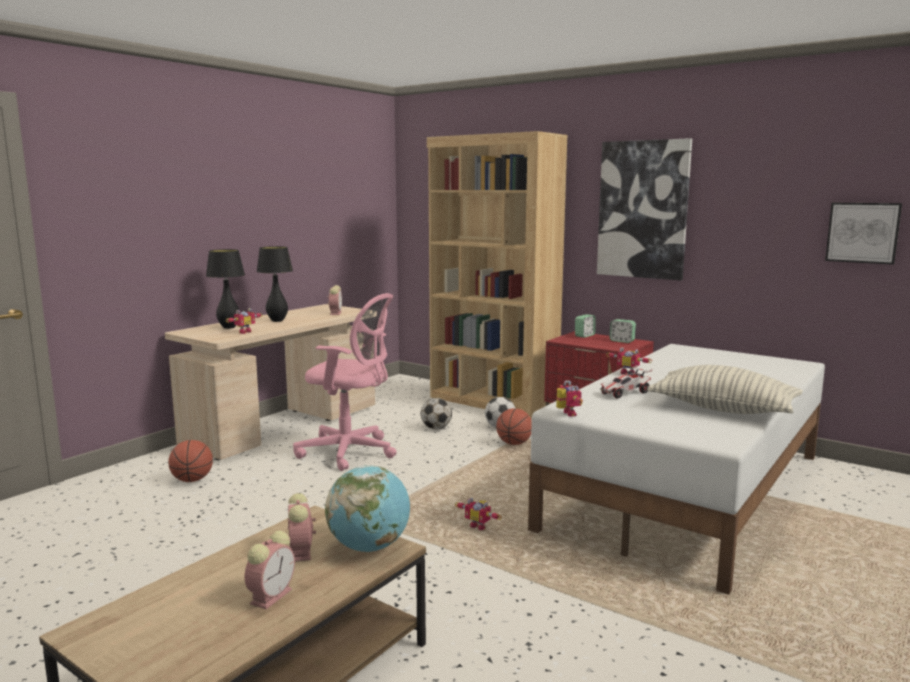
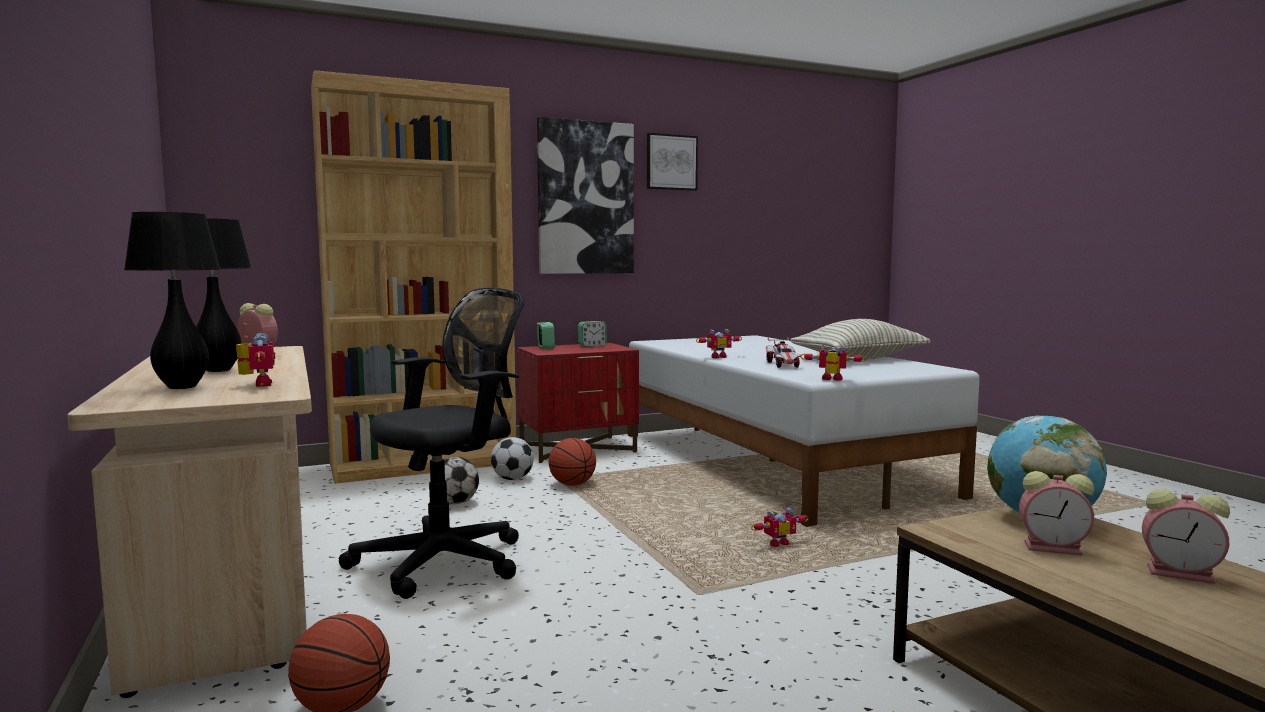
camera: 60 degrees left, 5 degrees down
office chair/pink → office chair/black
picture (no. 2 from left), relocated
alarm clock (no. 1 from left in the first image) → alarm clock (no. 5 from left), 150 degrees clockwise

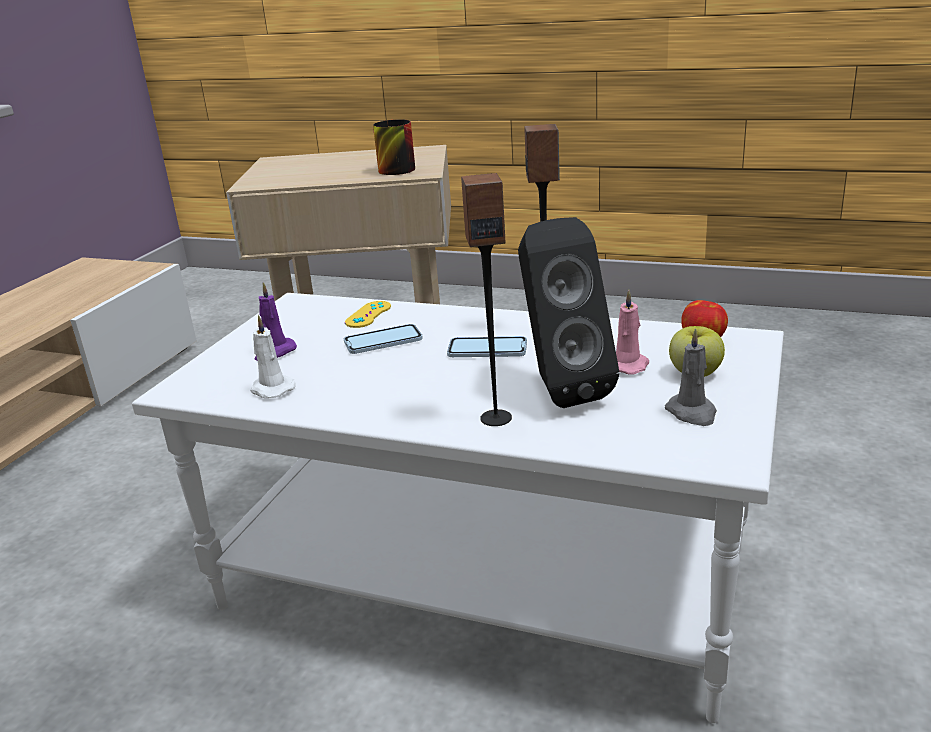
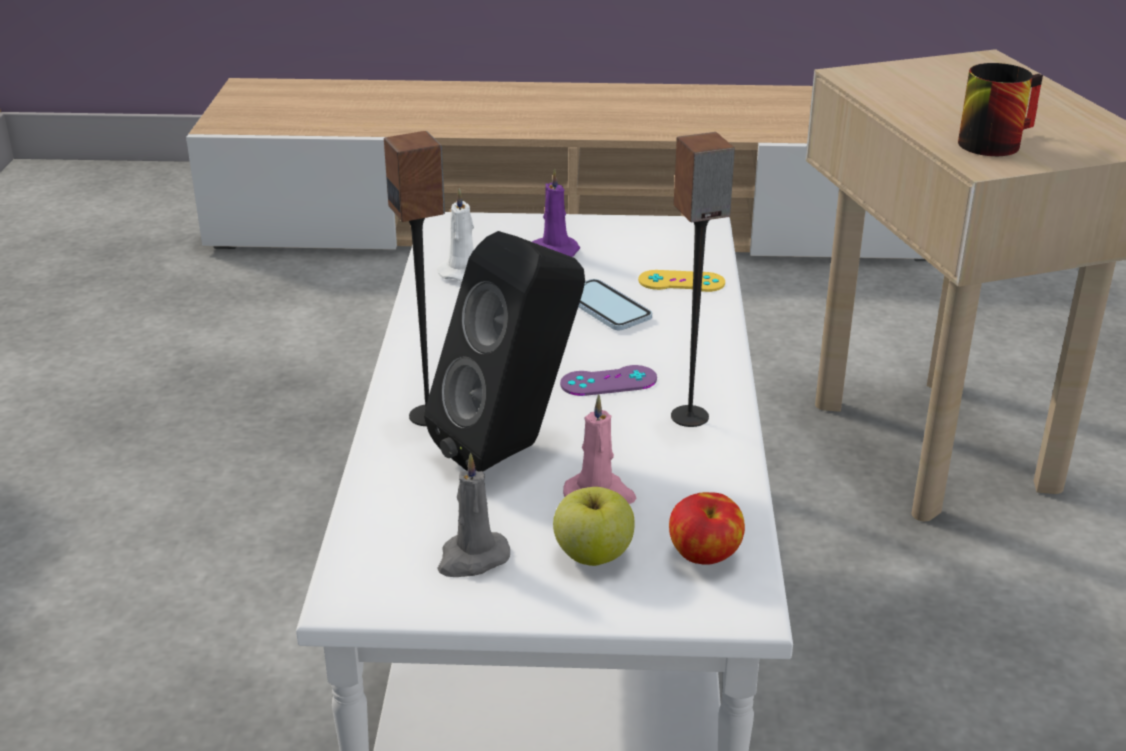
camera: 70 degrees right, 5 degrees up
phone (no. 2 from left) → game controller/purple

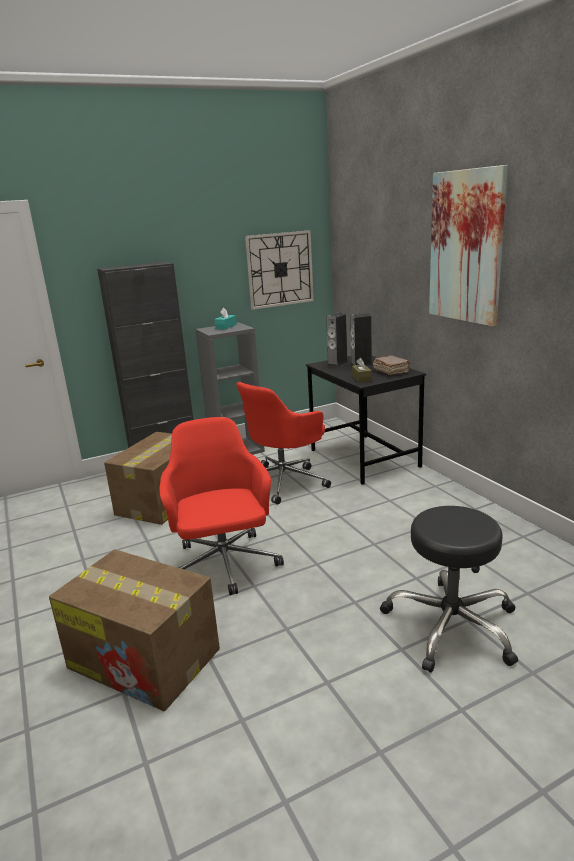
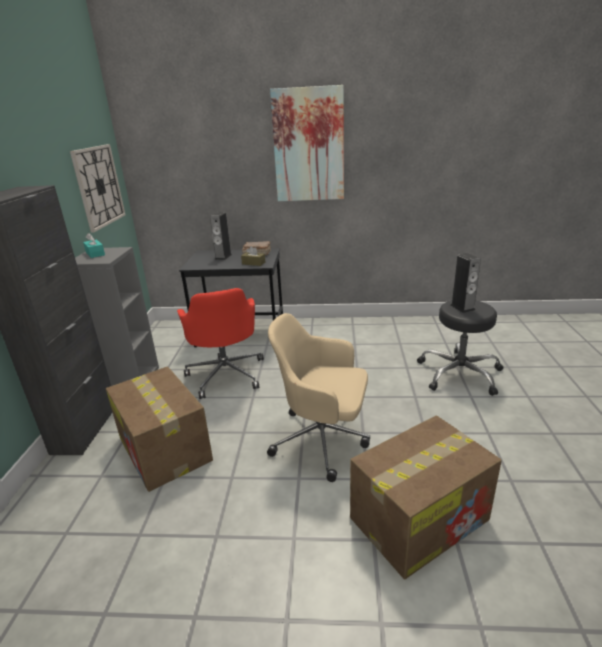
camera: 60 degrees left, 5 degrees up
office chair/red (no. 1 from left) → office chair/beige
speaker (no. 1 from left in the first image) → speaker (no. 2 from left), relocated

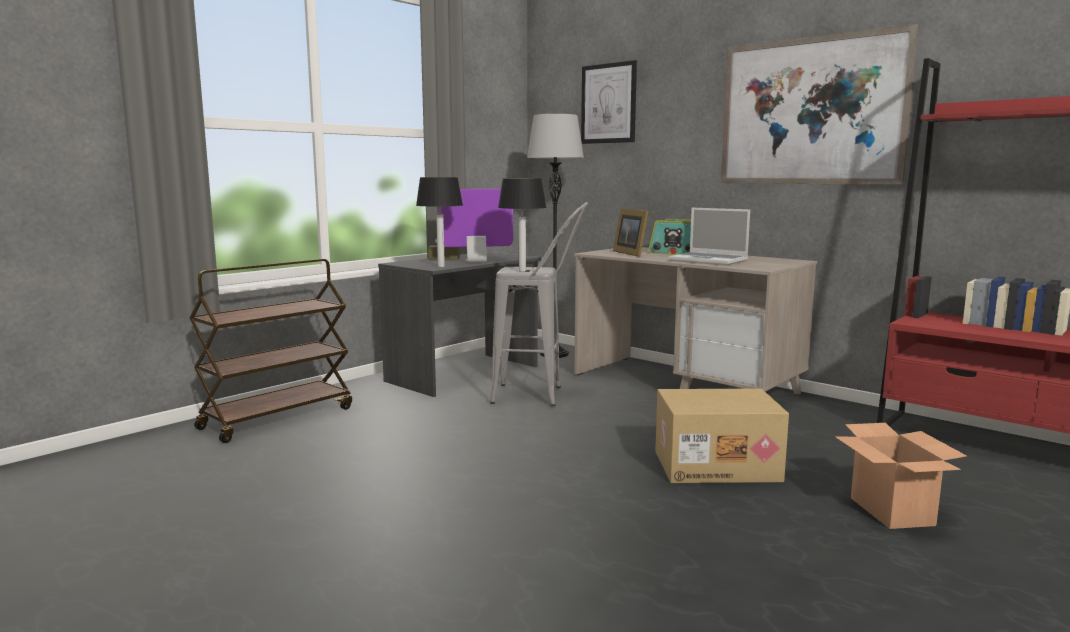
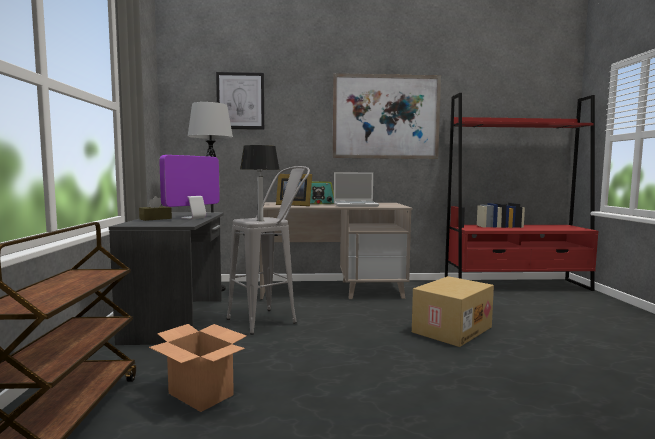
camera: 45 degrees left, 5 degrees down
cardboard box (no. 2 from left in the first image) → cardboard box (no. 1 from left), relocated
table lamp (no. 1 from left) → -

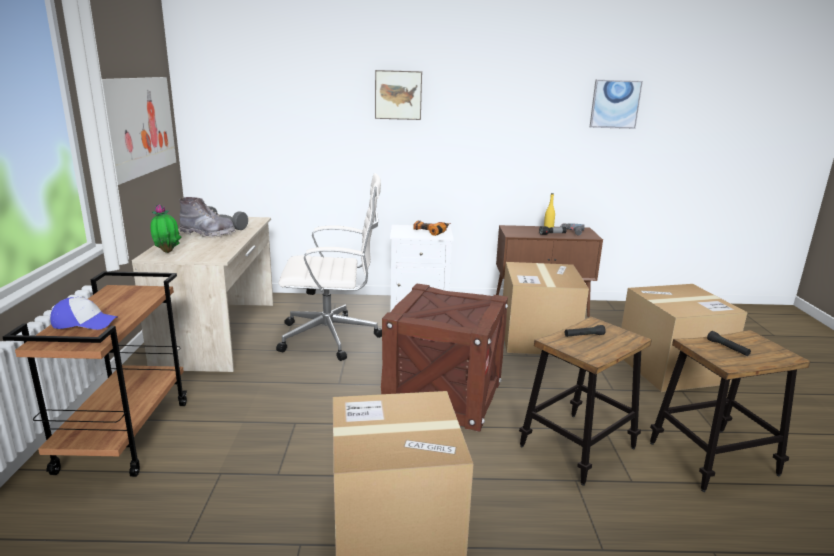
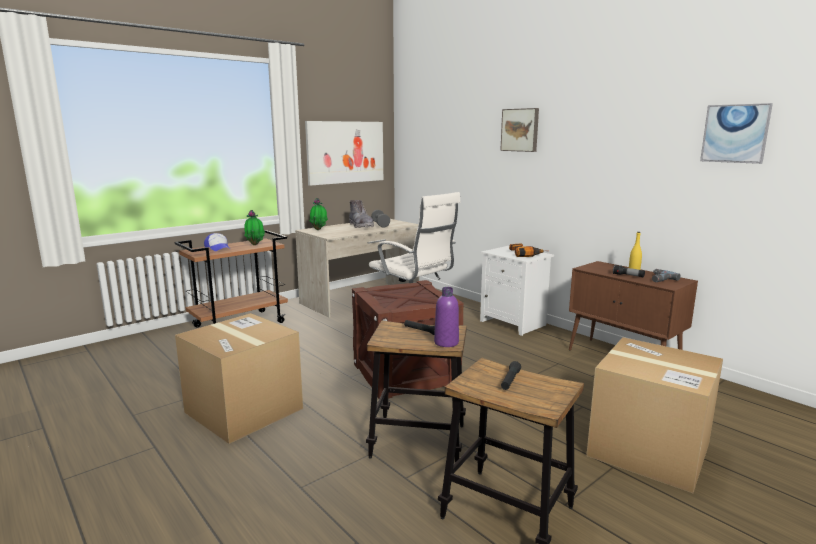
camera: 50 degrees right, 5 degrees down
- → potted plant (no. 1 from left)
- → bottle/purple
cardboard box (no. 2 from left) → -

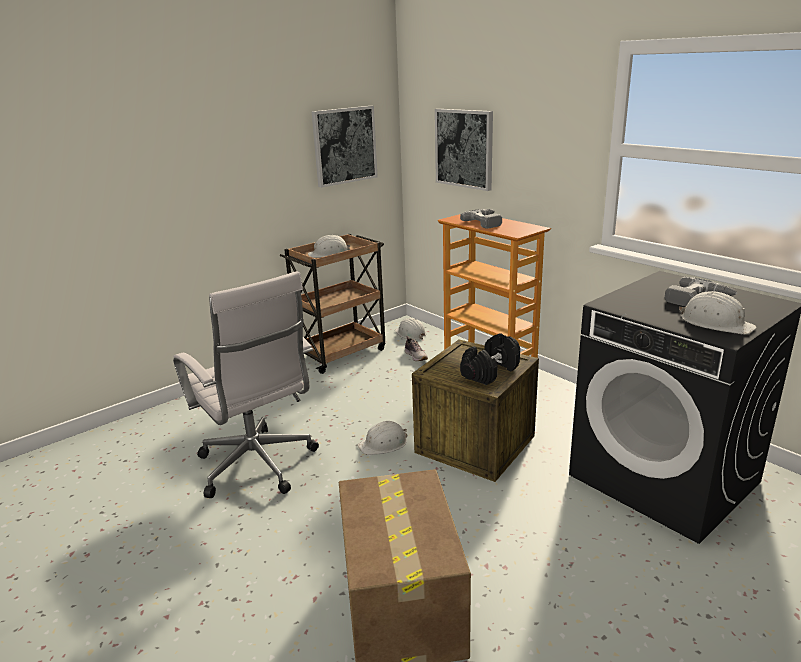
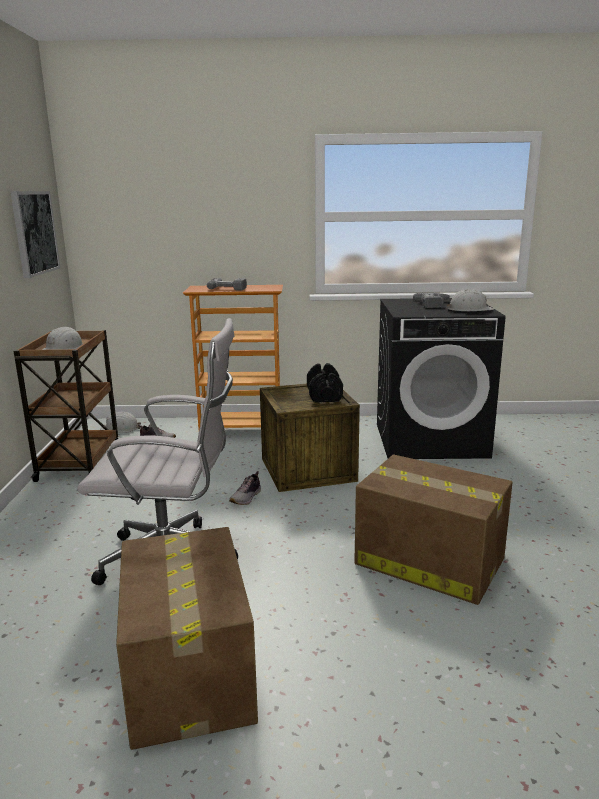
camera: 50 degrees left, 5 degrees down
- → cardboard box (no. 1 from left)
hard hat/white (no. 2 from left) → shoe (no. 2 from left)
picture (no. 2 from left) → -

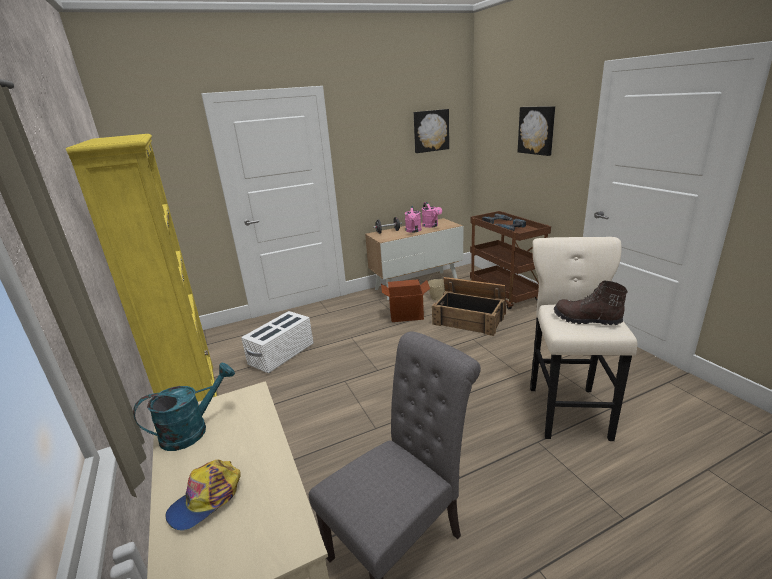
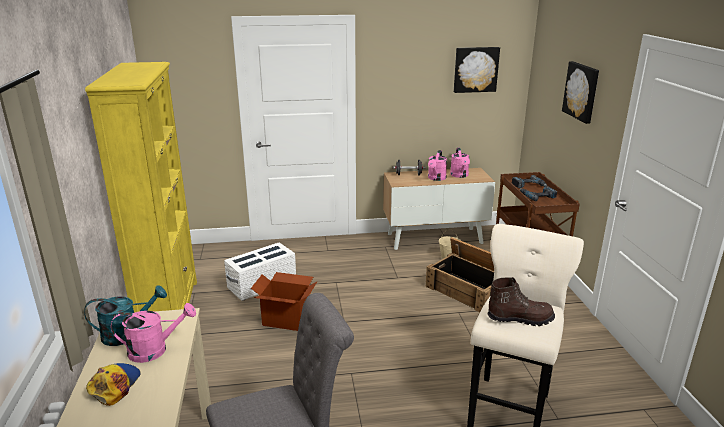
camera: 15 degrees right, 0 degrees up
cap, 135 degrees clockwise
- → watering can/pink (no. 1 from left)
cardboard box, relocated
boot/brown, 135 degrees clockwise

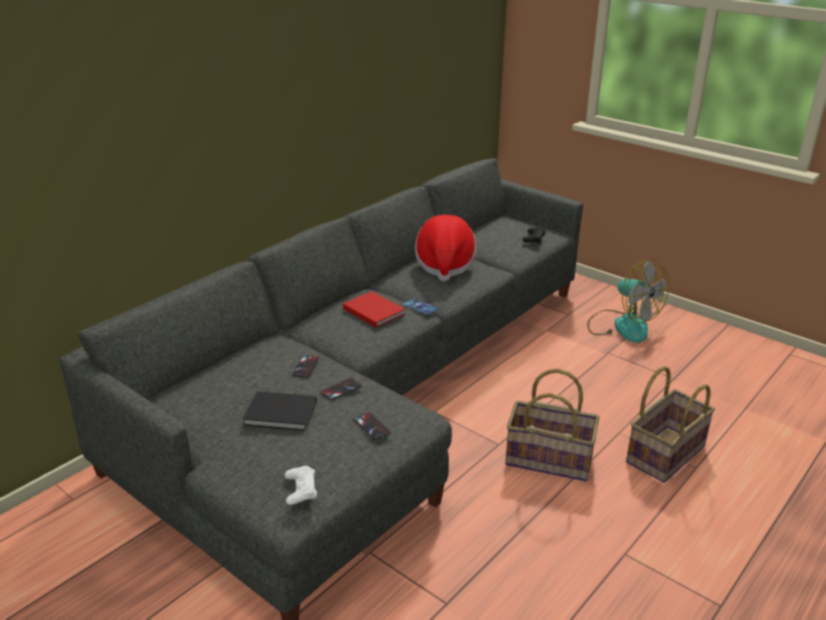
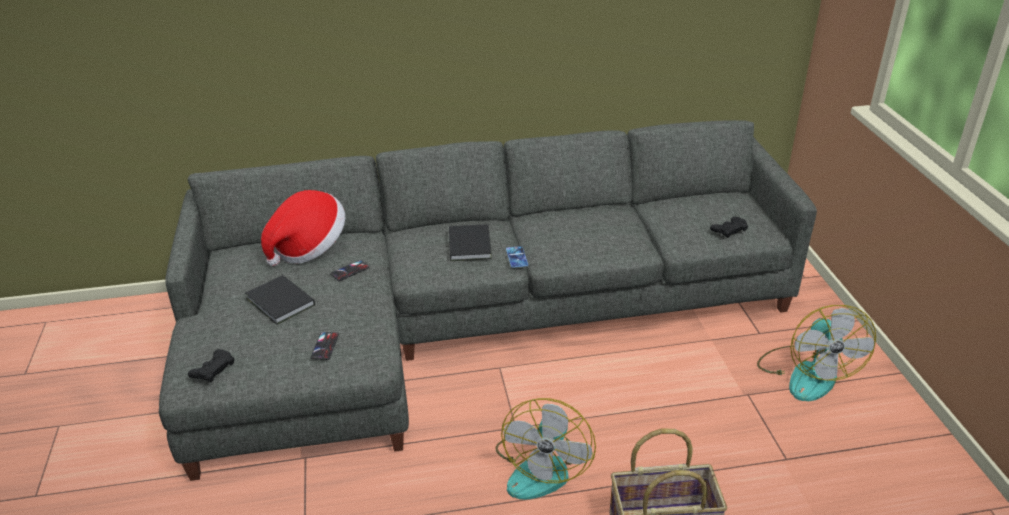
camera: 40 degrees right, 5 degrees up
game controller/white → game controller/black (no. 1 from left)
hat, relocated
book/red → book/black (no. 2 from left)
basket (no. 1 from left) → fan (no. 1 from left)
phone (no. 2 from left) → -

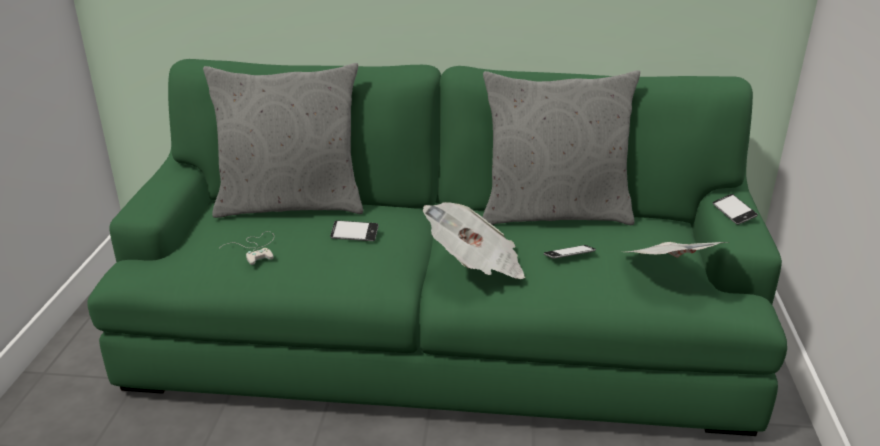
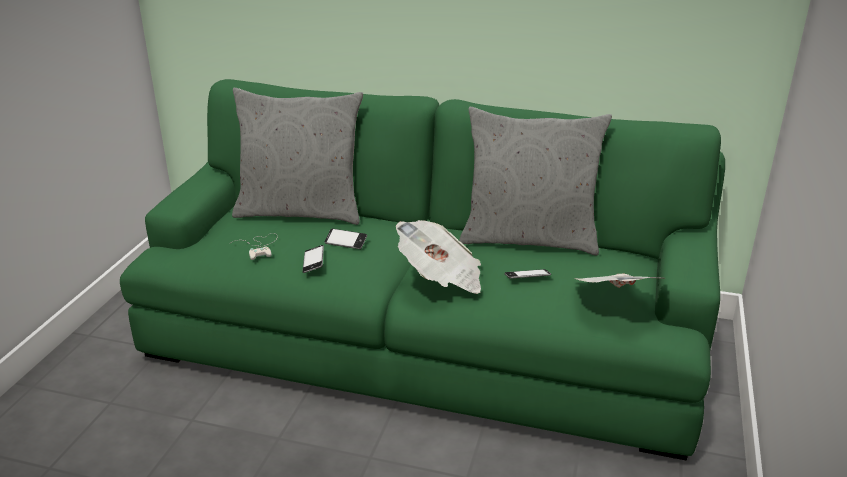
camera: 10 degrees right, 0 degrees up
phone (no. 3 from left in the first image) → phone (no. 1 from left), relocated

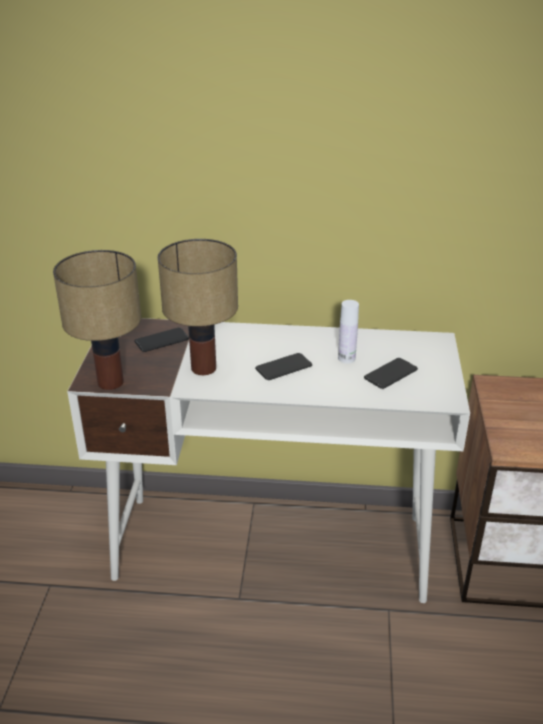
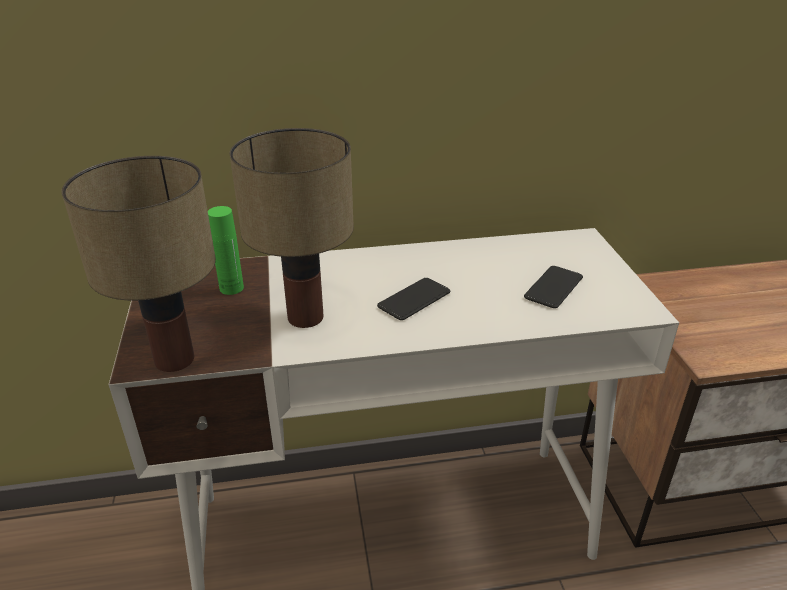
camera: 15 degrees left, 0 degrees up
phone (no. 1 from left) → bottle/green
bottle/white → -

